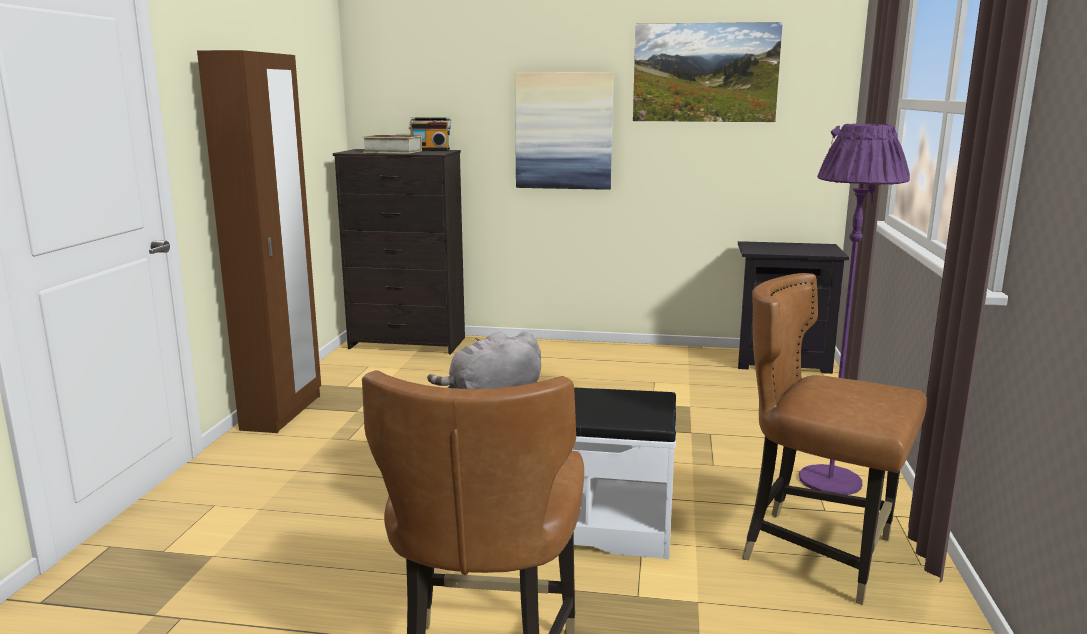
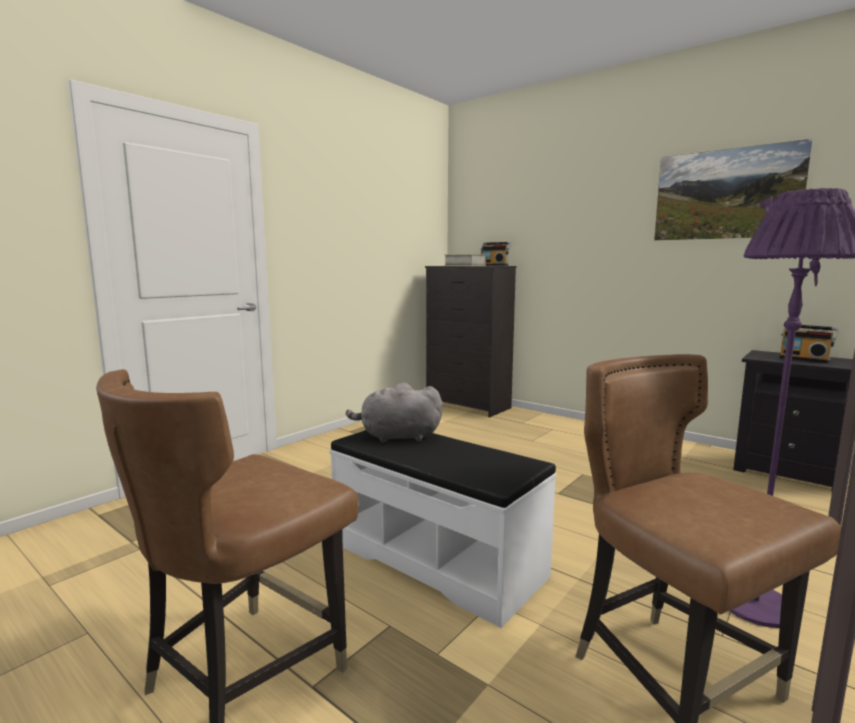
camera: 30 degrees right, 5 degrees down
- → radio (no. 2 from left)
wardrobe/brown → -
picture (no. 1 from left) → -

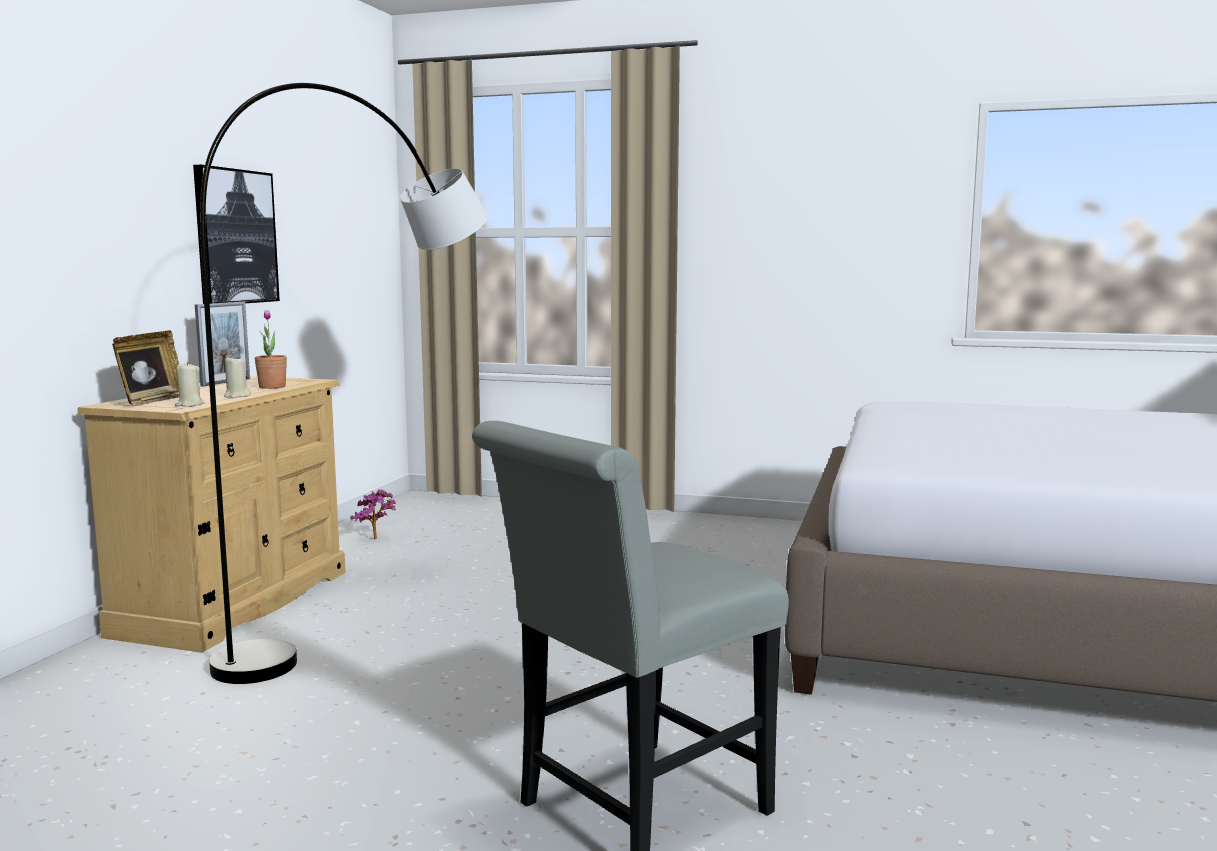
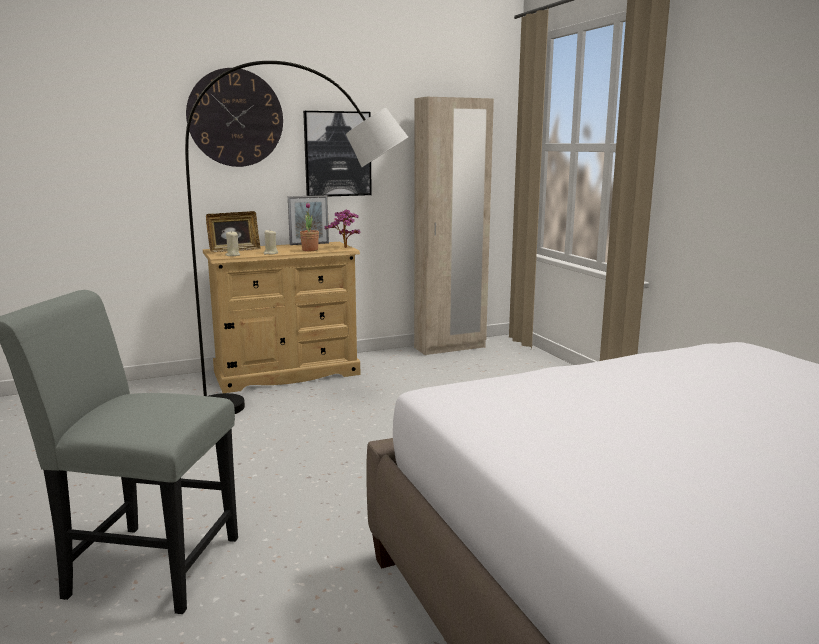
camera: 50 degrees right, 5 degrees up
- → wall clock
potted plant (no. 2 from left), relocated
- → wardrobe/beige

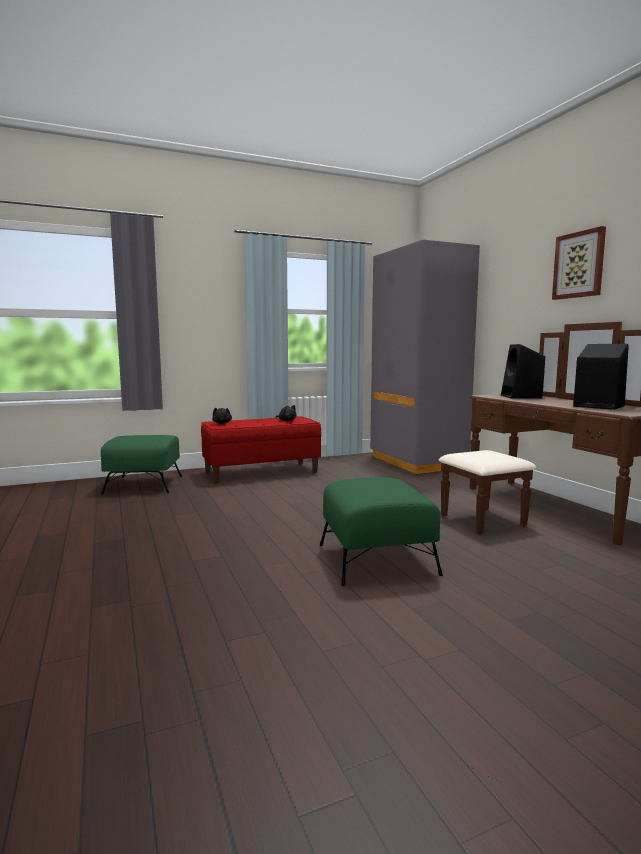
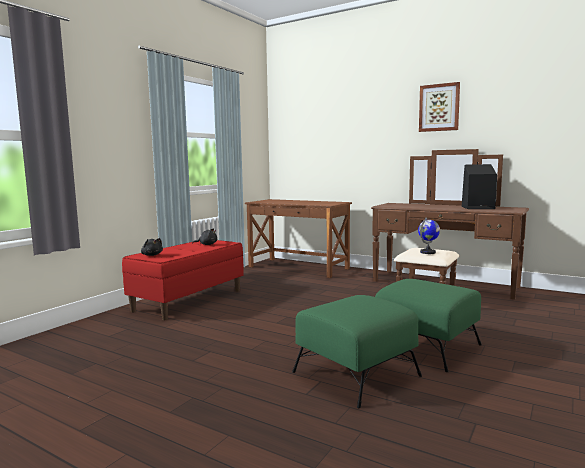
camera: 35 degrees left, 0 degrees up
wardrobe/grey → desk/brown
ottoman/green (no. 1 from left), relocated
- → globe
speaker/black (no. 1 from left) → -

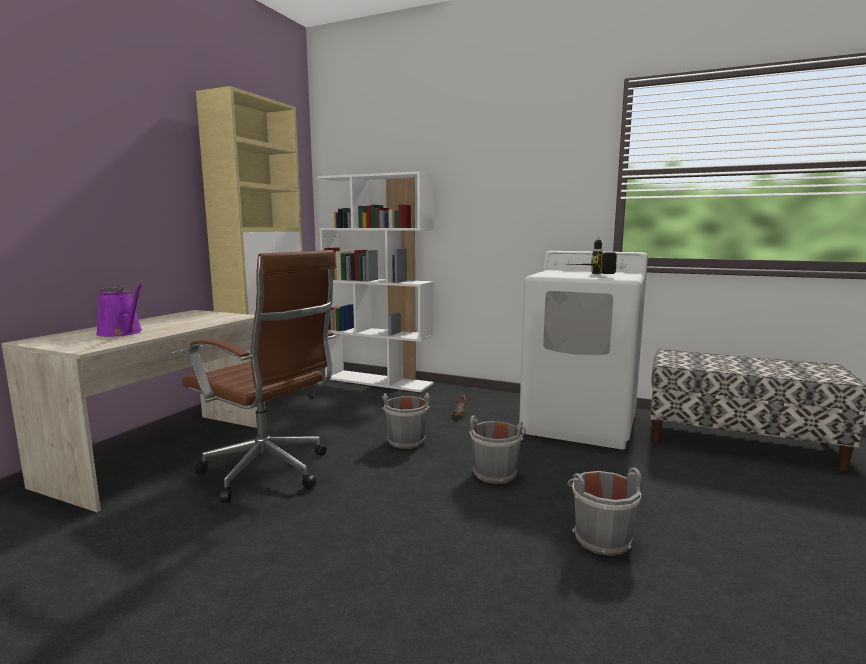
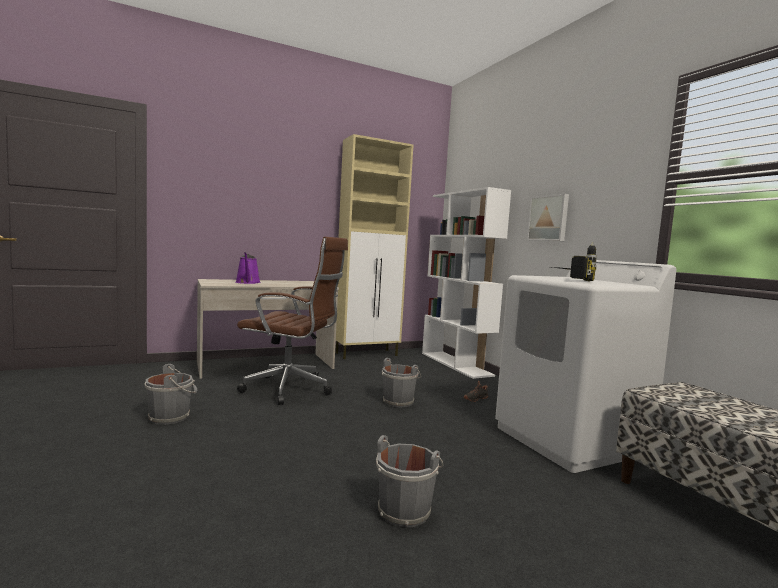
camera: 40 degrees right, 5 degrees down
bucket/grey (no. 2 from left in the first image) → bucket/grey (no. 1 from left), relocated
office chair/brown, 60 degrees counterclockwise
- → picture

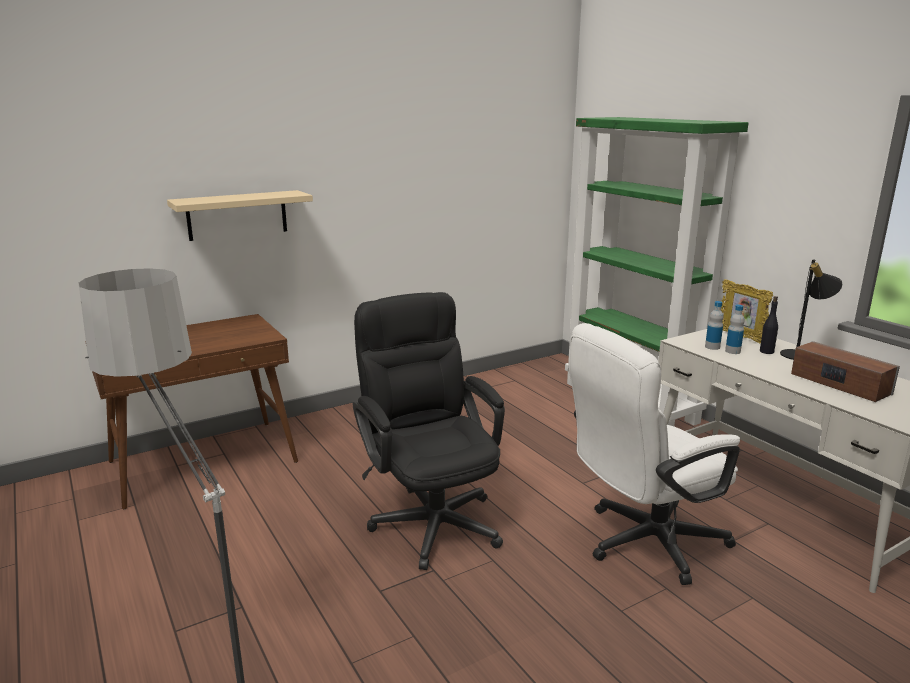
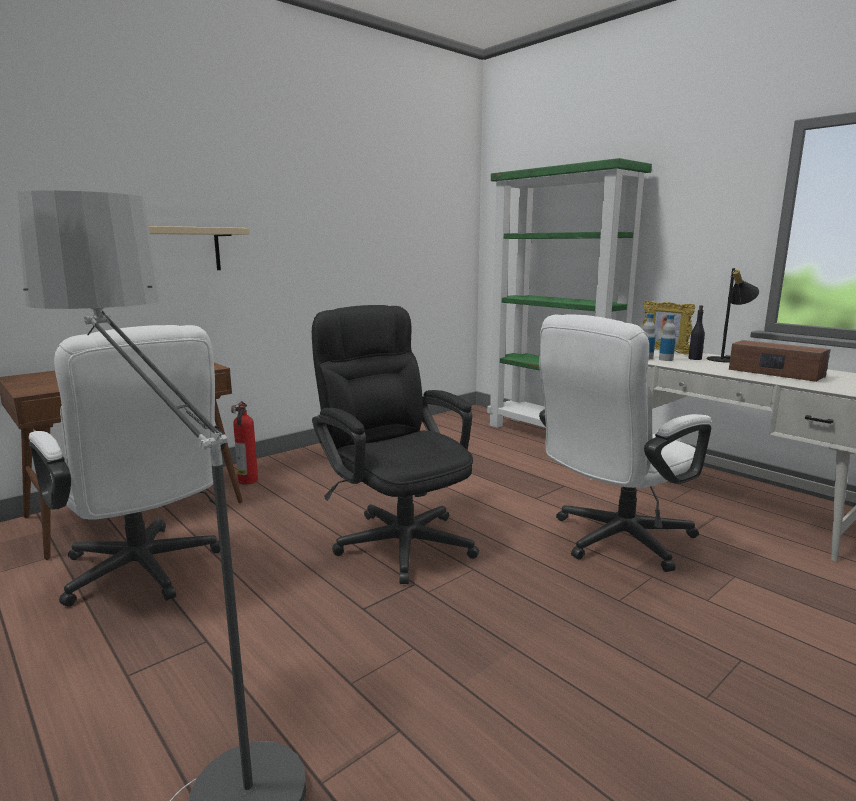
camera: 10 degrees left, 5 degrees down
- → office chair/white (no. 1 from left)
- → fire extinguisher

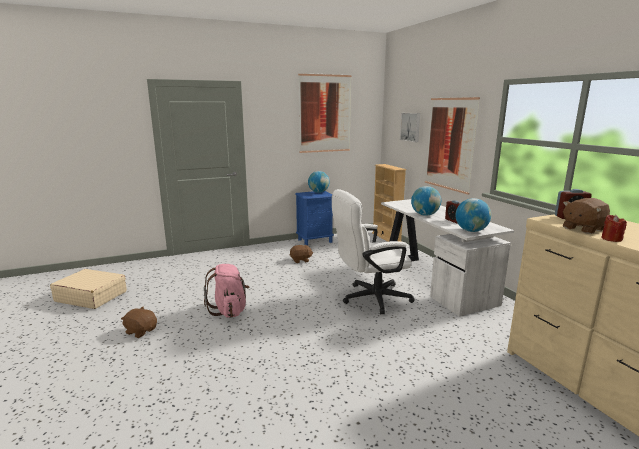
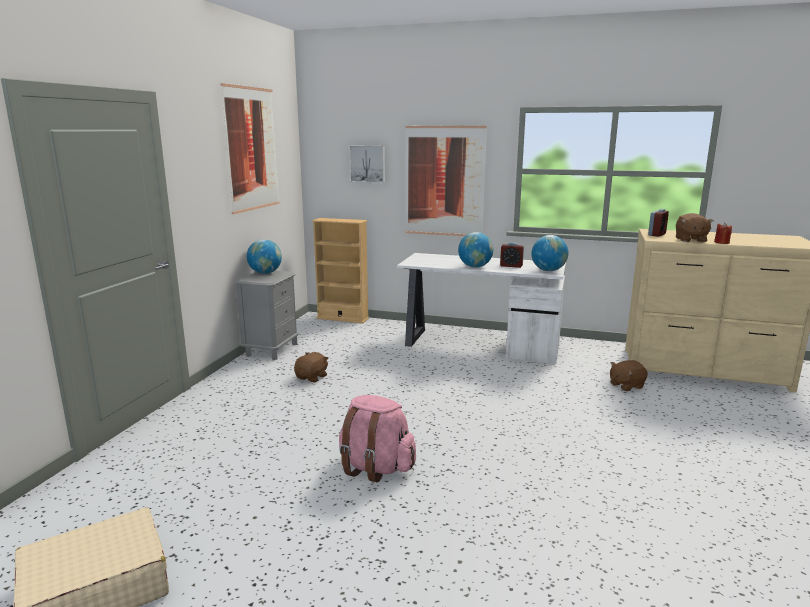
camera: 50 degrees left, 0 degrees up
nightstand/blue → nightstand/grey
plush toy/brown (no. 1 from left in the first image) → plush toy/brown (no. 2 from left), relocated
office chair/white → -

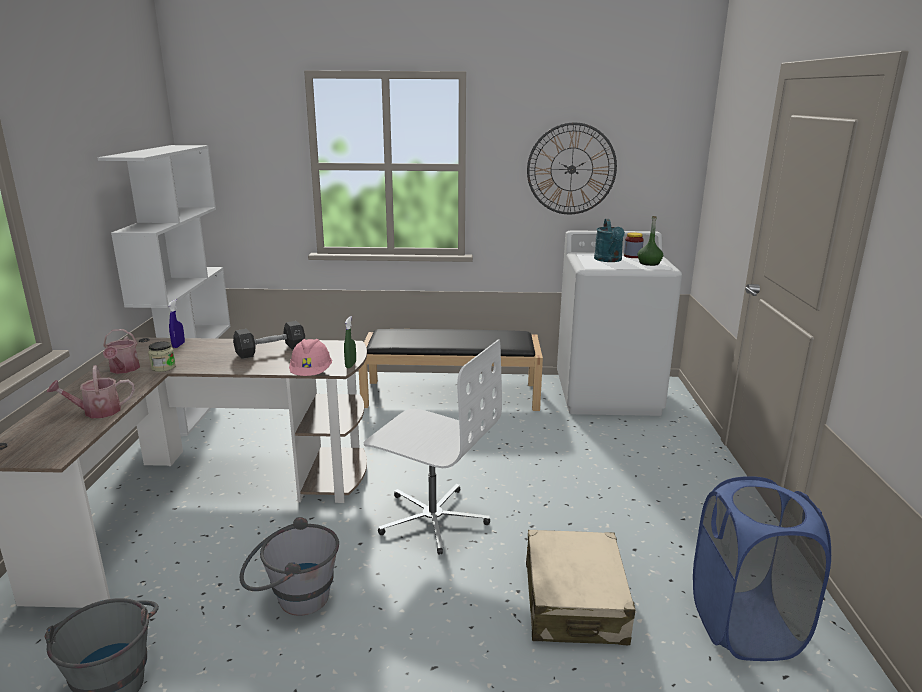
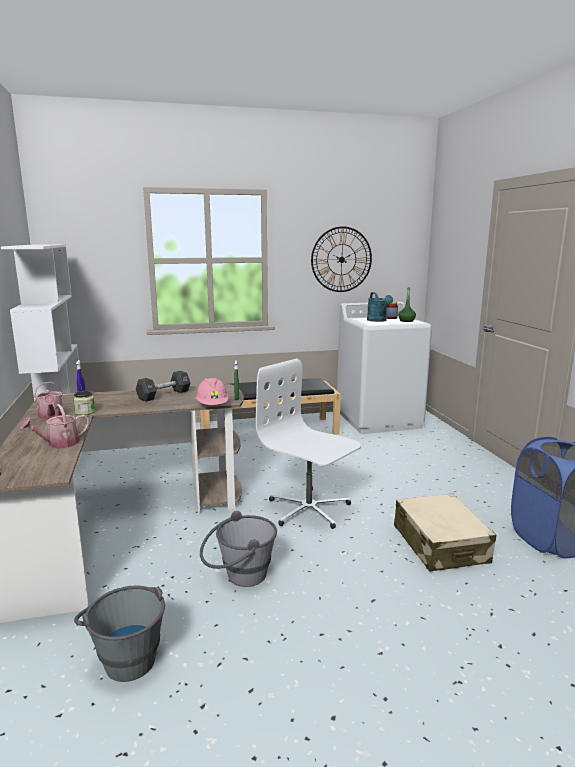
camera: 15 degrees left, 5 degrees down
office chair/white, 150 degrees counterclockwise

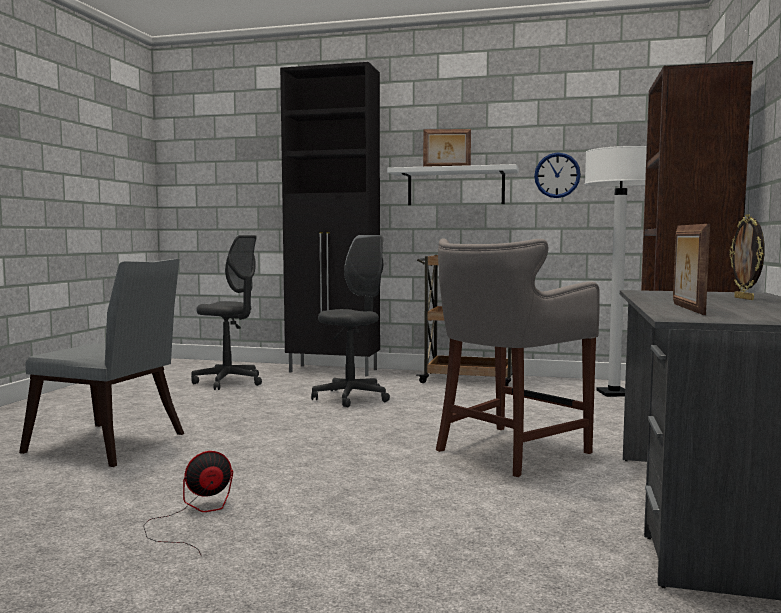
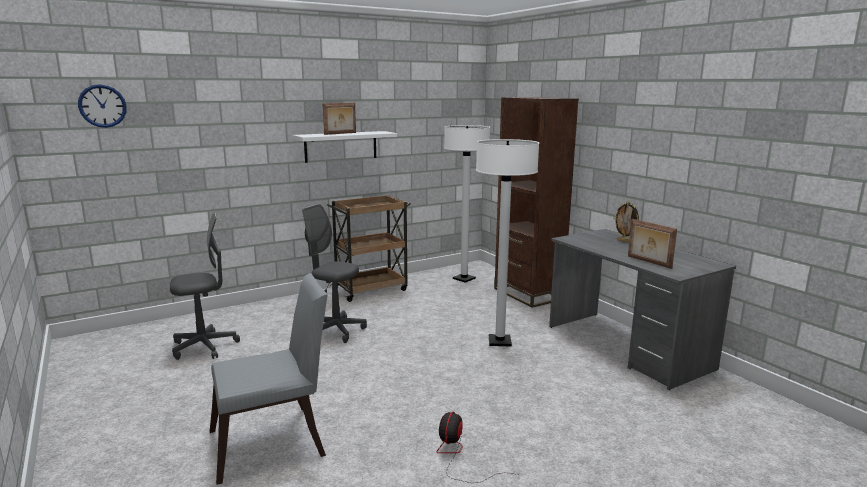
camera: 45 degrees left, 10 degrees up
wall clock, relocated
office chair/grey (no. 2 from left), 60 degrees counterclockwise
stool/grey → floor lamp/white (no. 2 from left)
cabinet/black → -

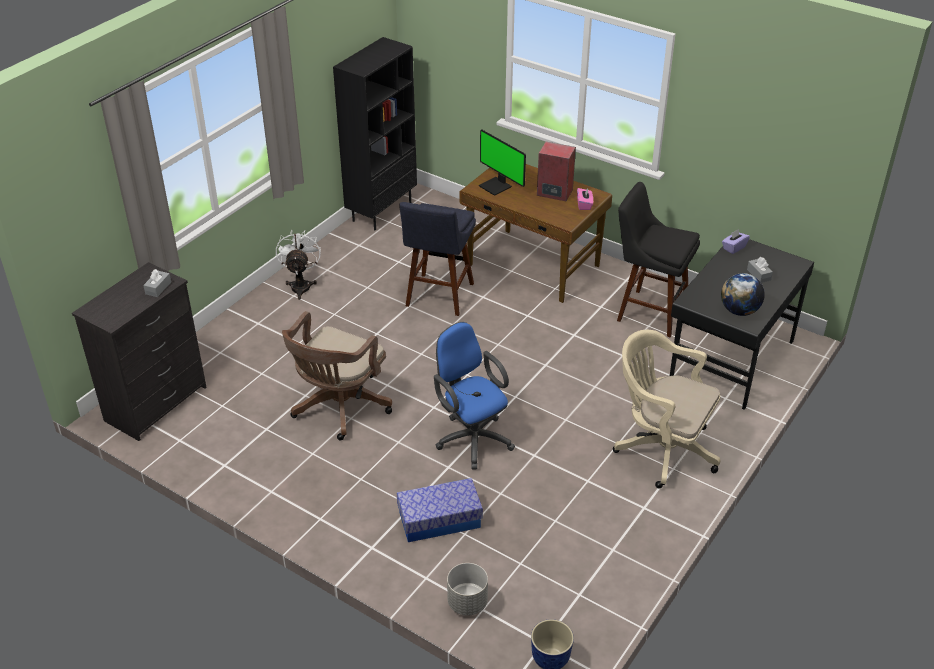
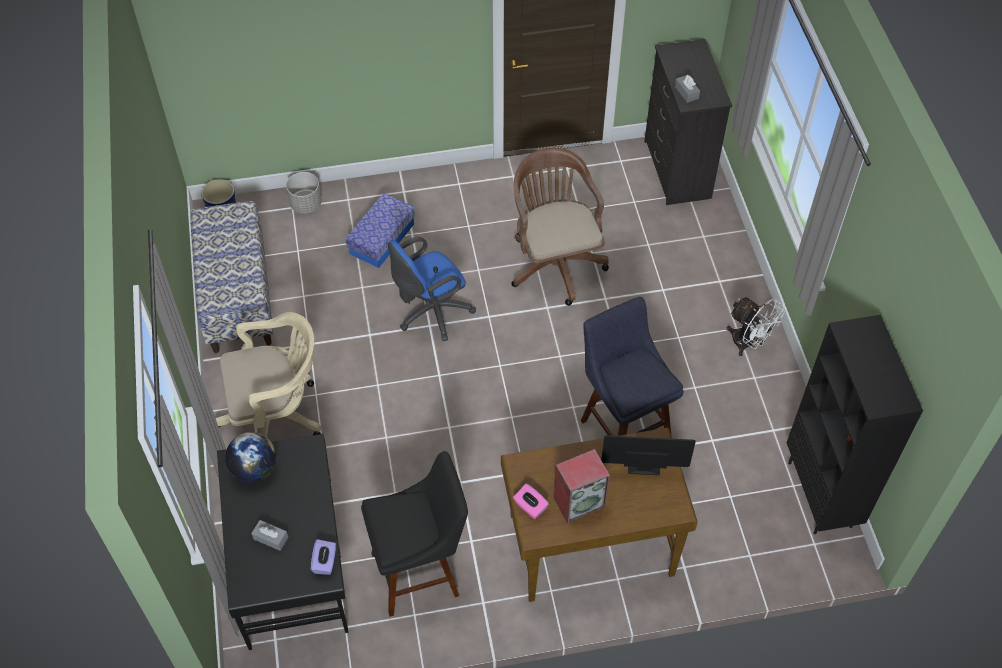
camera: 135 degrees right, 15 degrees up
- → bench
office chair/blue, 135 degrees clockwise

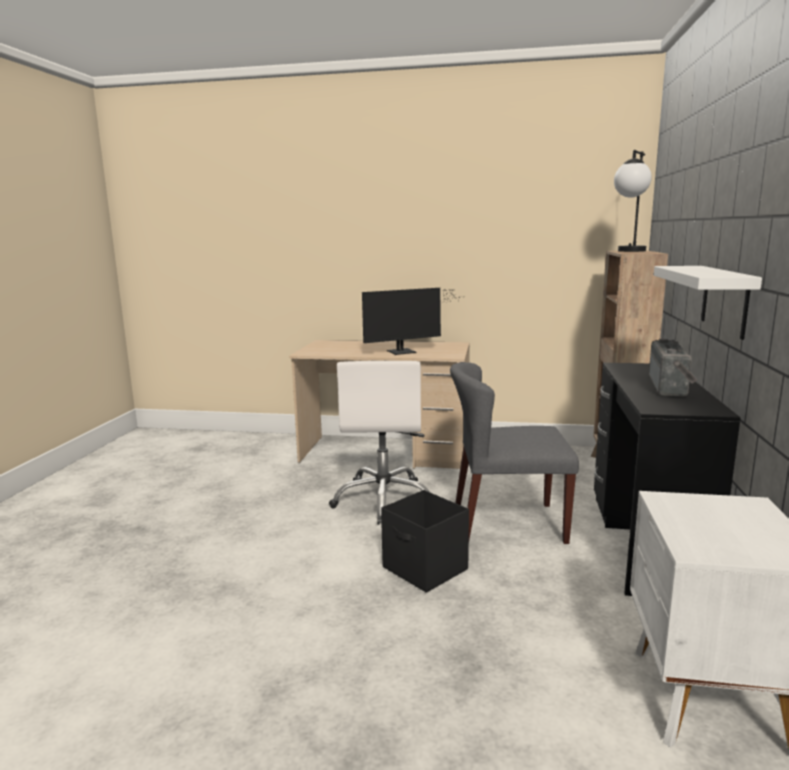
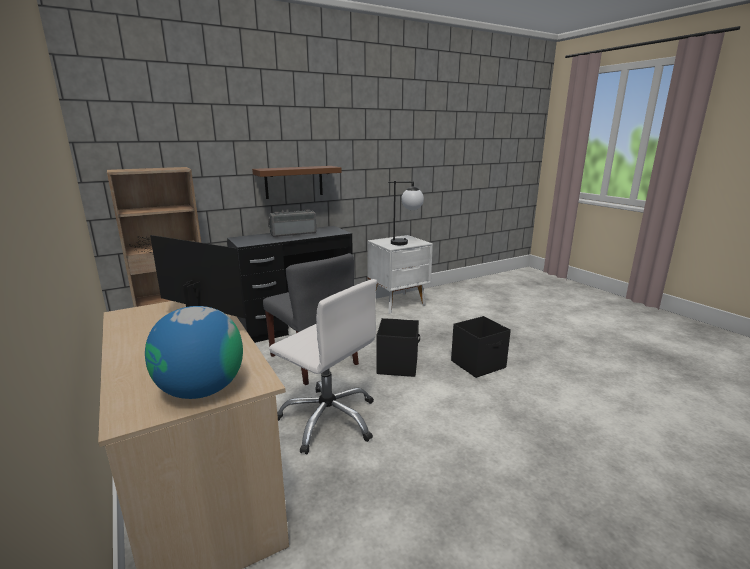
camera: 130 degrees left, 5 degrees up
- → globe
shelf/white → shelf/brown
office chair/white, 75 degrees clockwise
table lamp, relocated
- → storage box/black (no. 2 from left)

